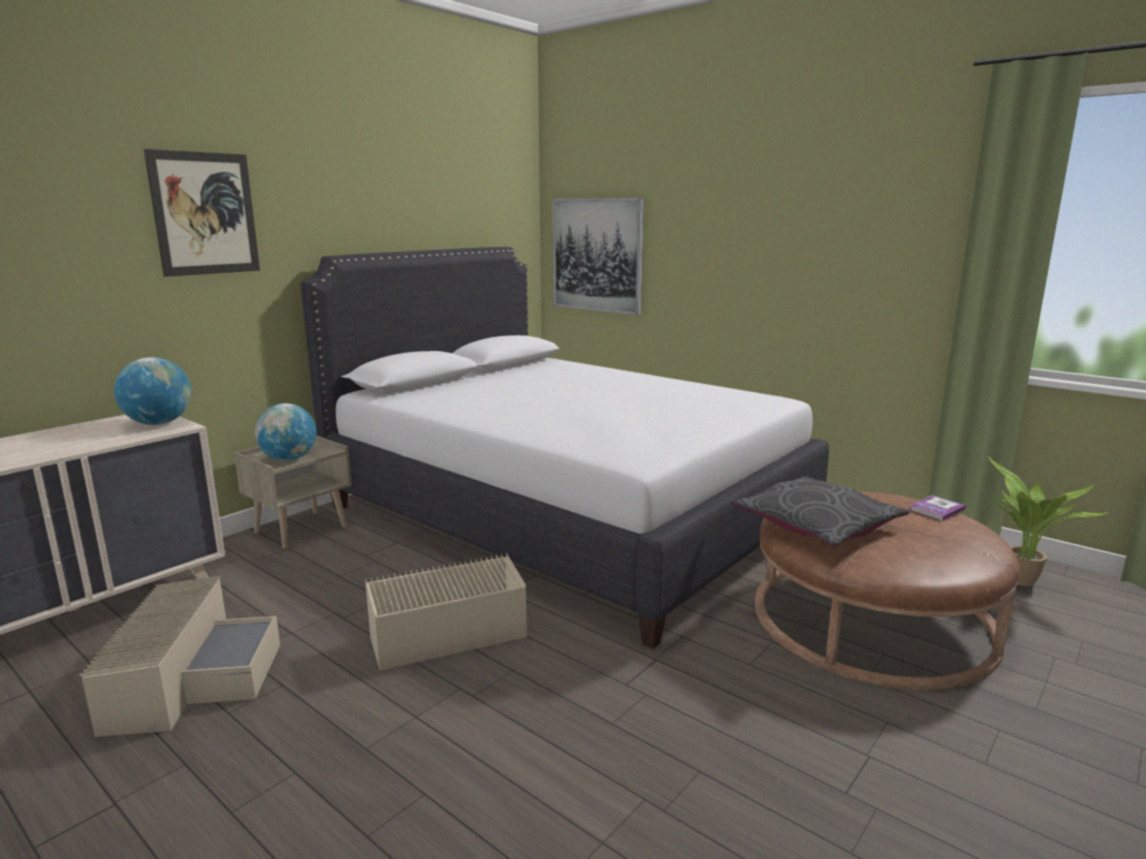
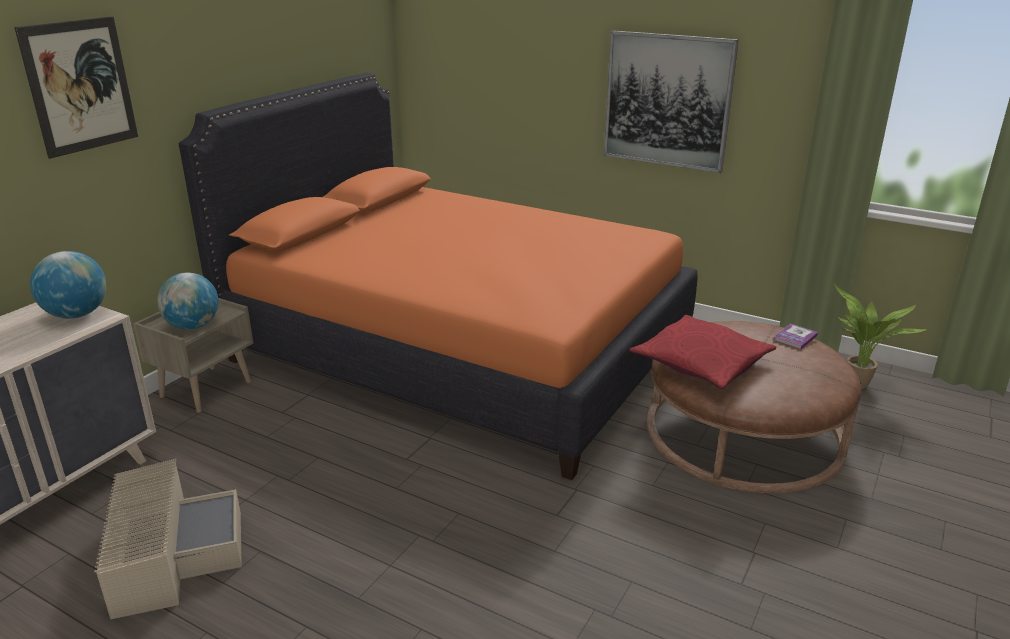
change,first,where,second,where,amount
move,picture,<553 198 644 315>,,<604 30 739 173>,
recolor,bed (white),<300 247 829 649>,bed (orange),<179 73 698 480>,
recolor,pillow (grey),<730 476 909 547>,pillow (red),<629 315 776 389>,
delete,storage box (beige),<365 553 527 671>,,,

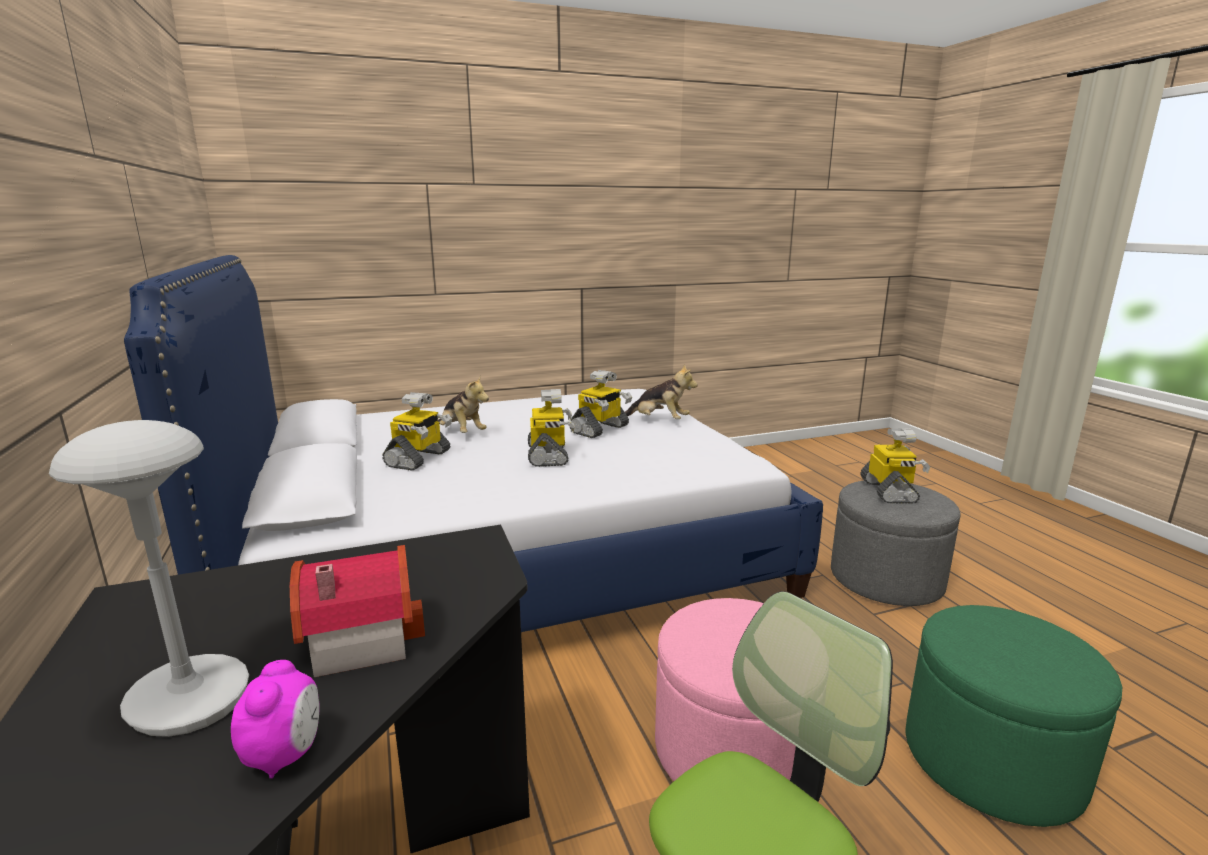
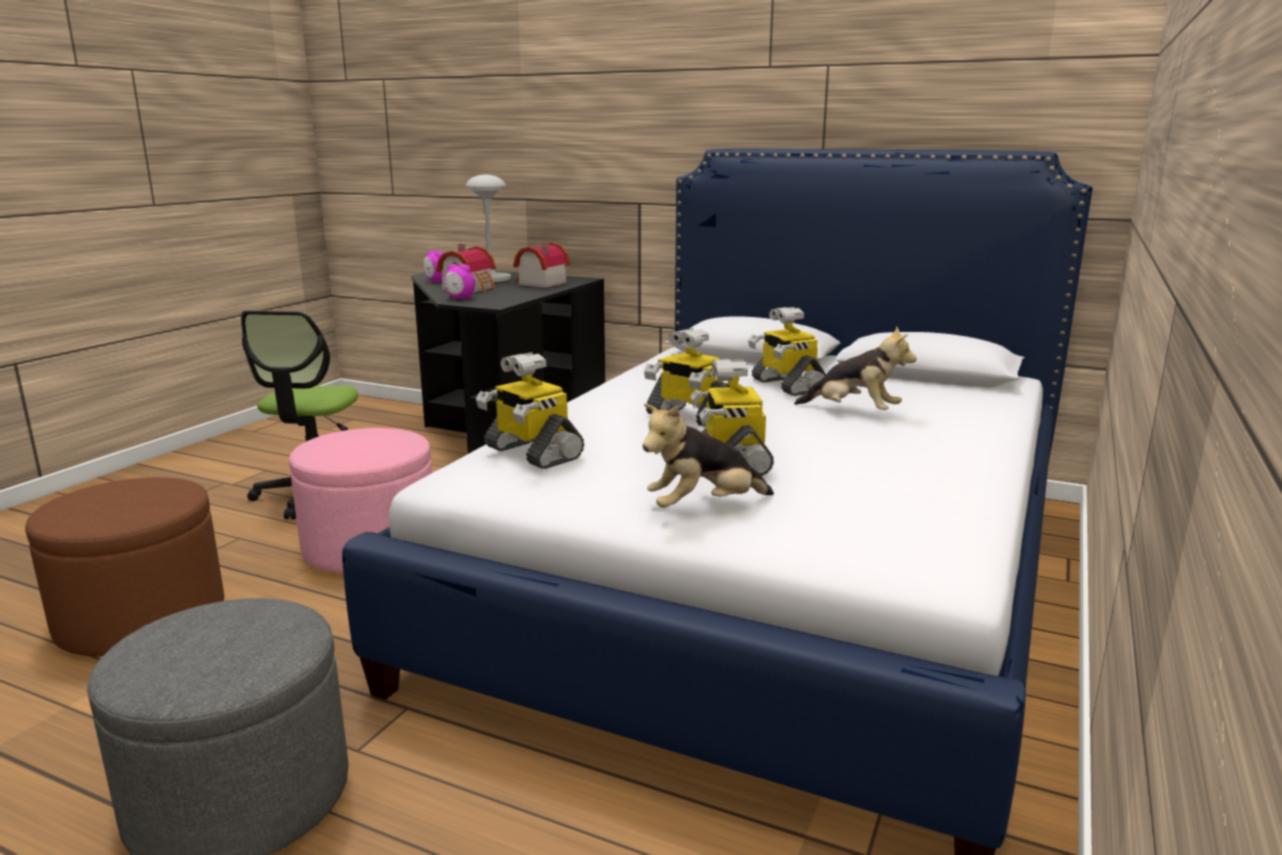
change,first,where,second,where,amount
rotate,plush toy,<438 375 489 433>,,<794 326 917 410>,150 degrees counterclockwise
move,toy robot,<860 428 930 504>,,<476 352 584 469>,
recolor,ottoman (green),<905 605 1122 827>,ottoman (brown),<25 477 224 656>,
insert,,,toy house,<513 243 570 288>,
insert,,,alarm clock,<444 264 475 299>,

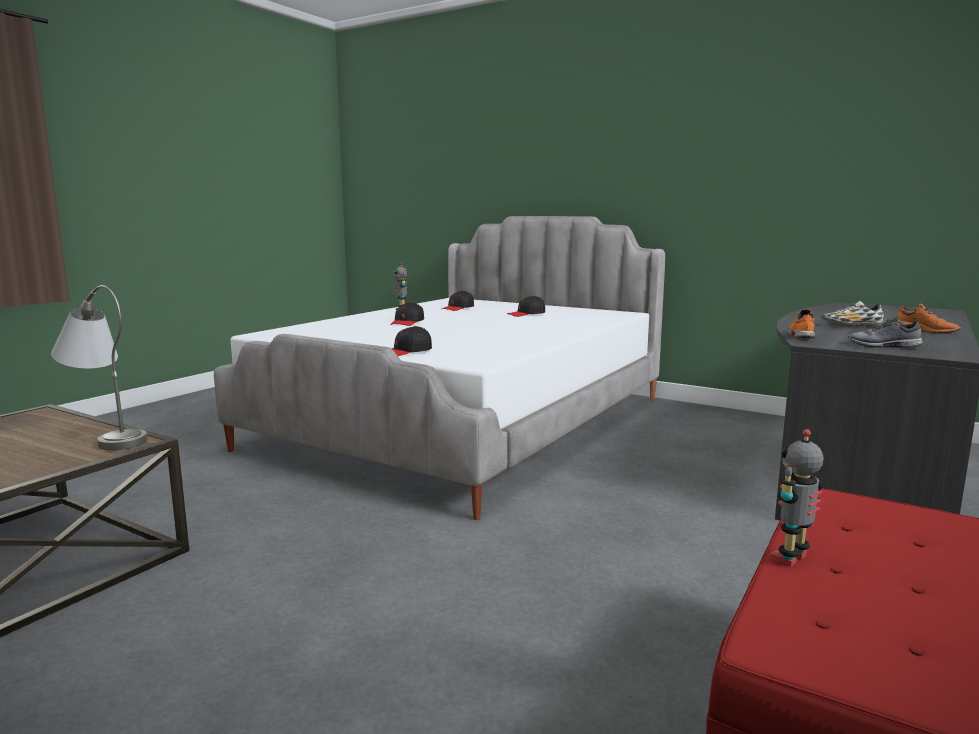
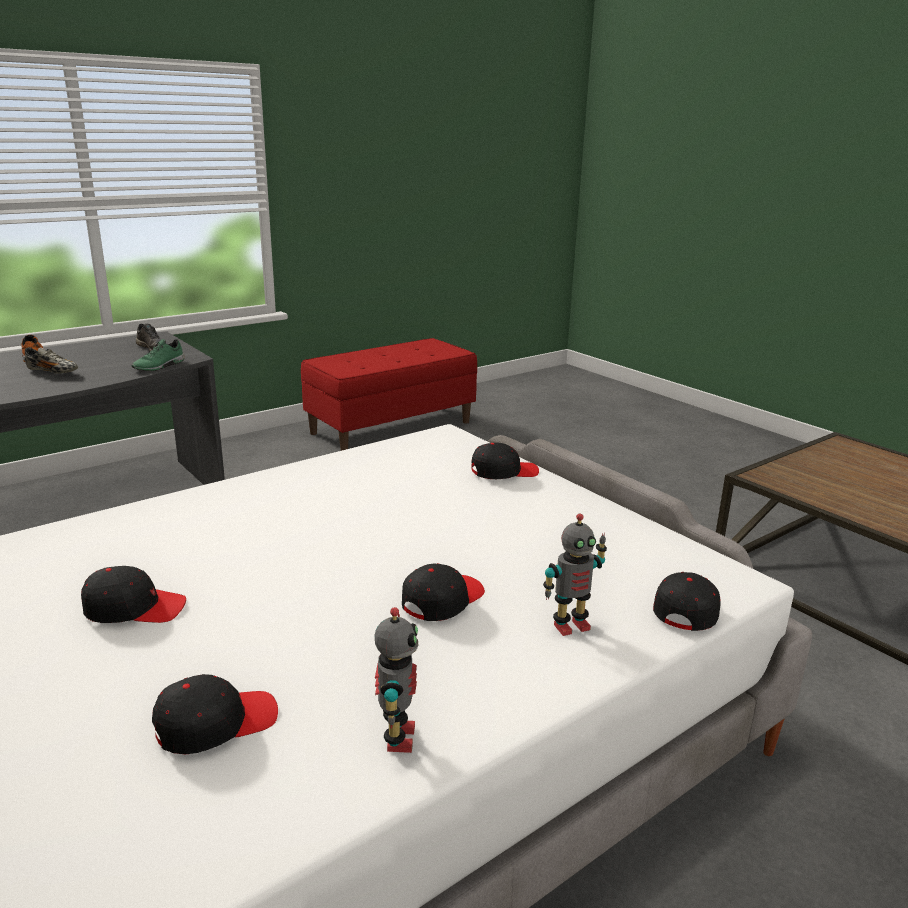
change,first,where,second,where,amount
delete,table lamp (grey),<51 285 147 450>,,,
recolor,shoe (orange),<788 309 815 338>,shoe (green),<132 339 185 371>,
move,toy robot,<770 429 824 567>,,<543 514 607 636>,
insert,,,cap (black),<653 572 721 631>,

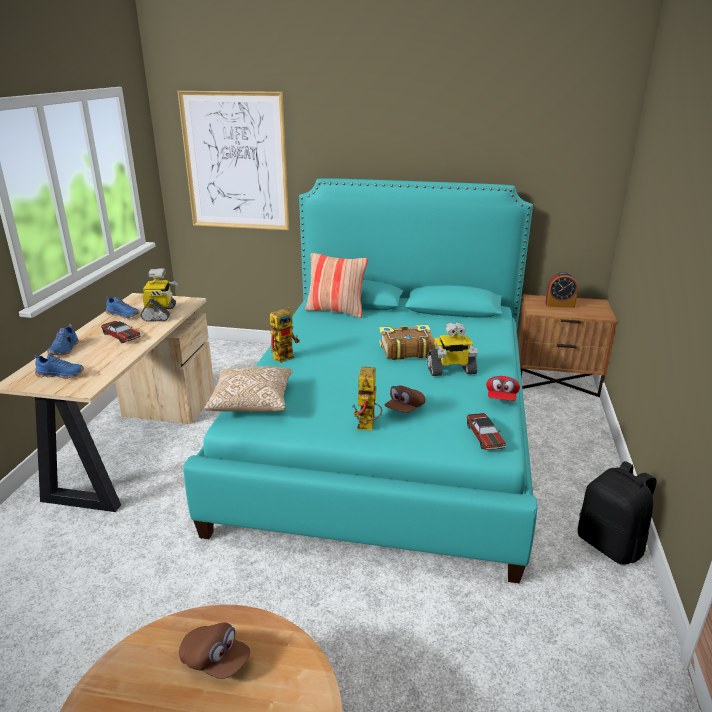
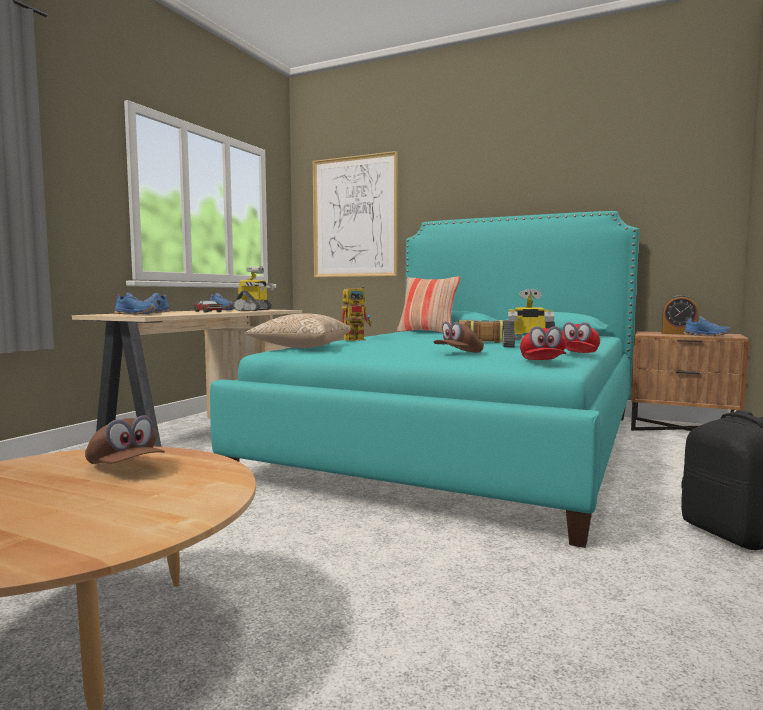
change,first,where,second,where,amount
delete,toy robot,<352 367 382 430>,,,
replace,toy car,<467 413 506 450>,cap (red),<520 326 566 360>,
insert,,,shoe (blue),<683 316 730 336>,

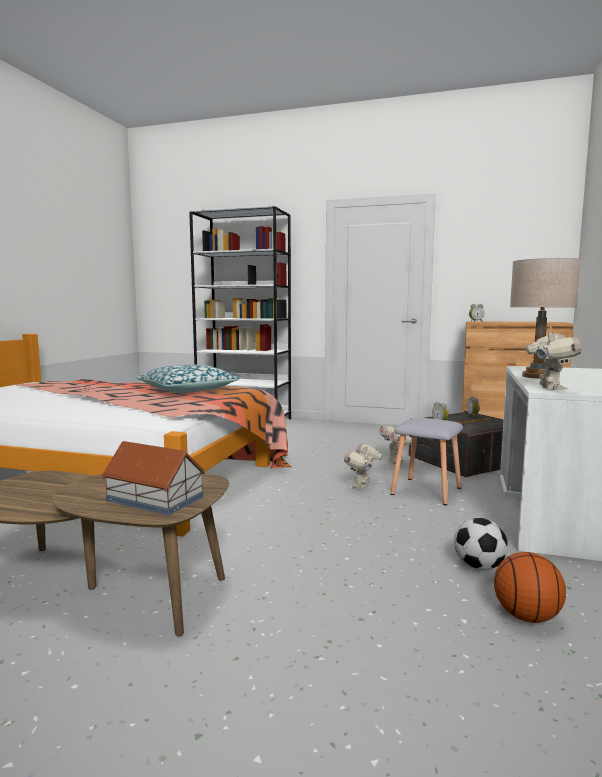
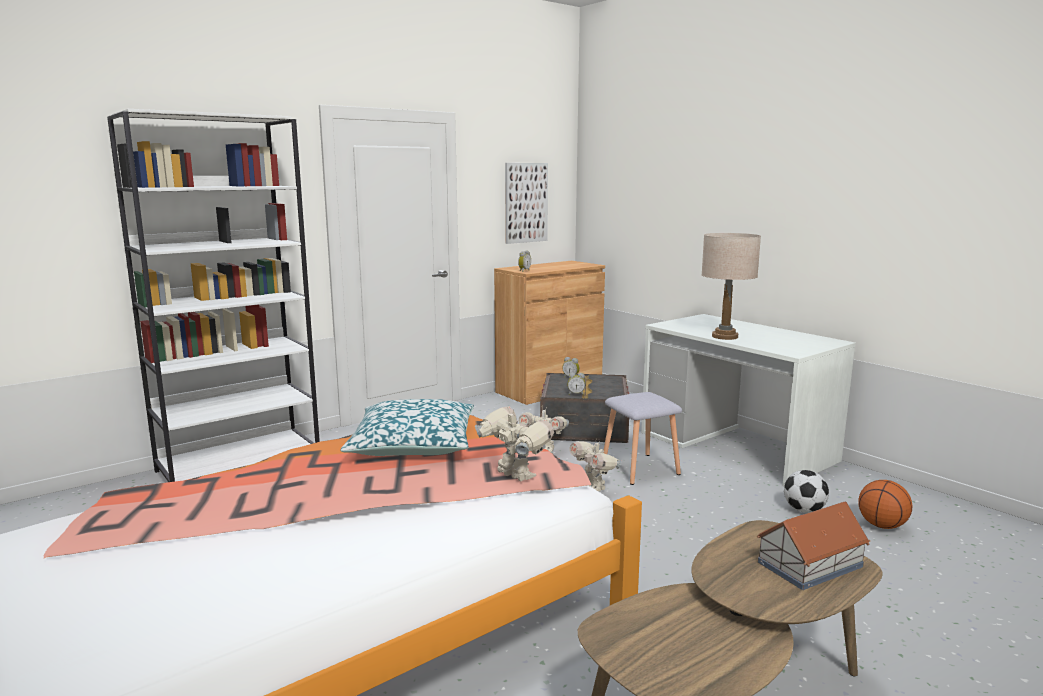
change,first,where,second,where,amount
move,toy robot,<526 328 581 390>,,<475 406 554 481>,
insert,,,picture,<505 163 548 244>,

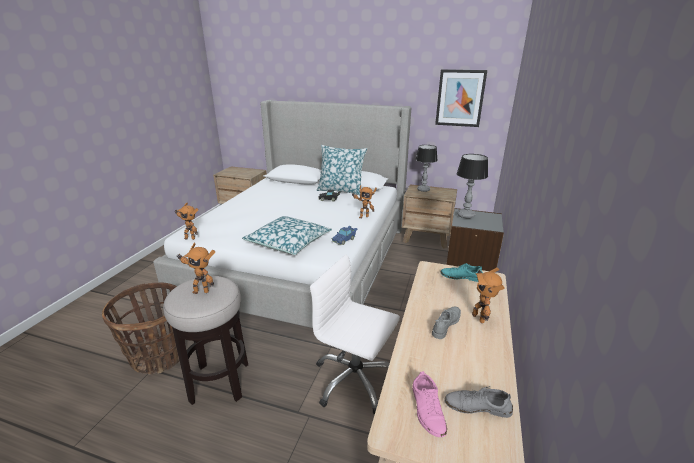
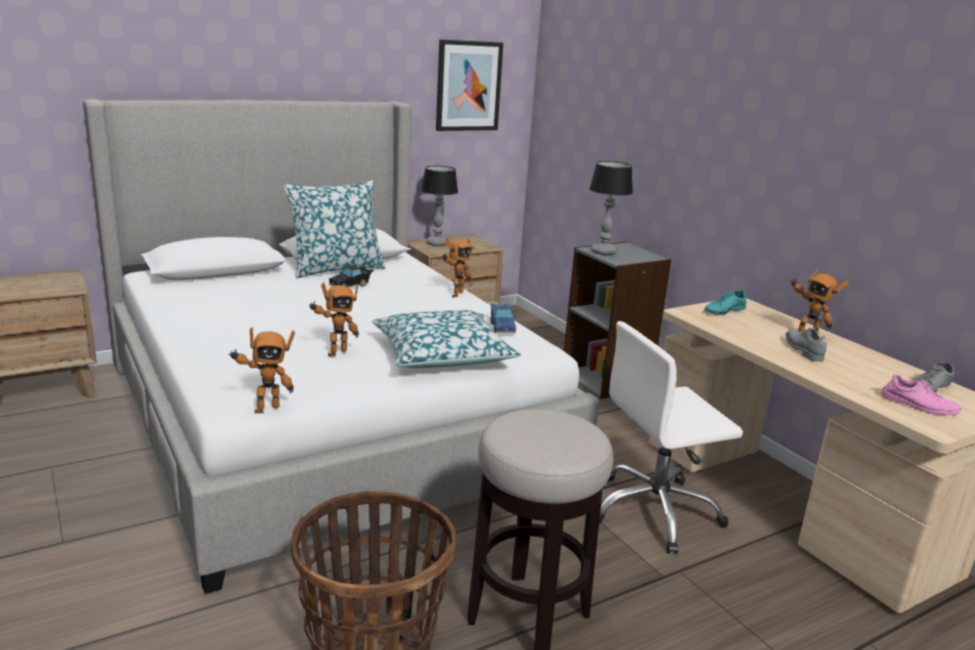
change,first,where,second,where,amount
move,toy robot,<177 243 215 294>,,<309 283 359 357>,

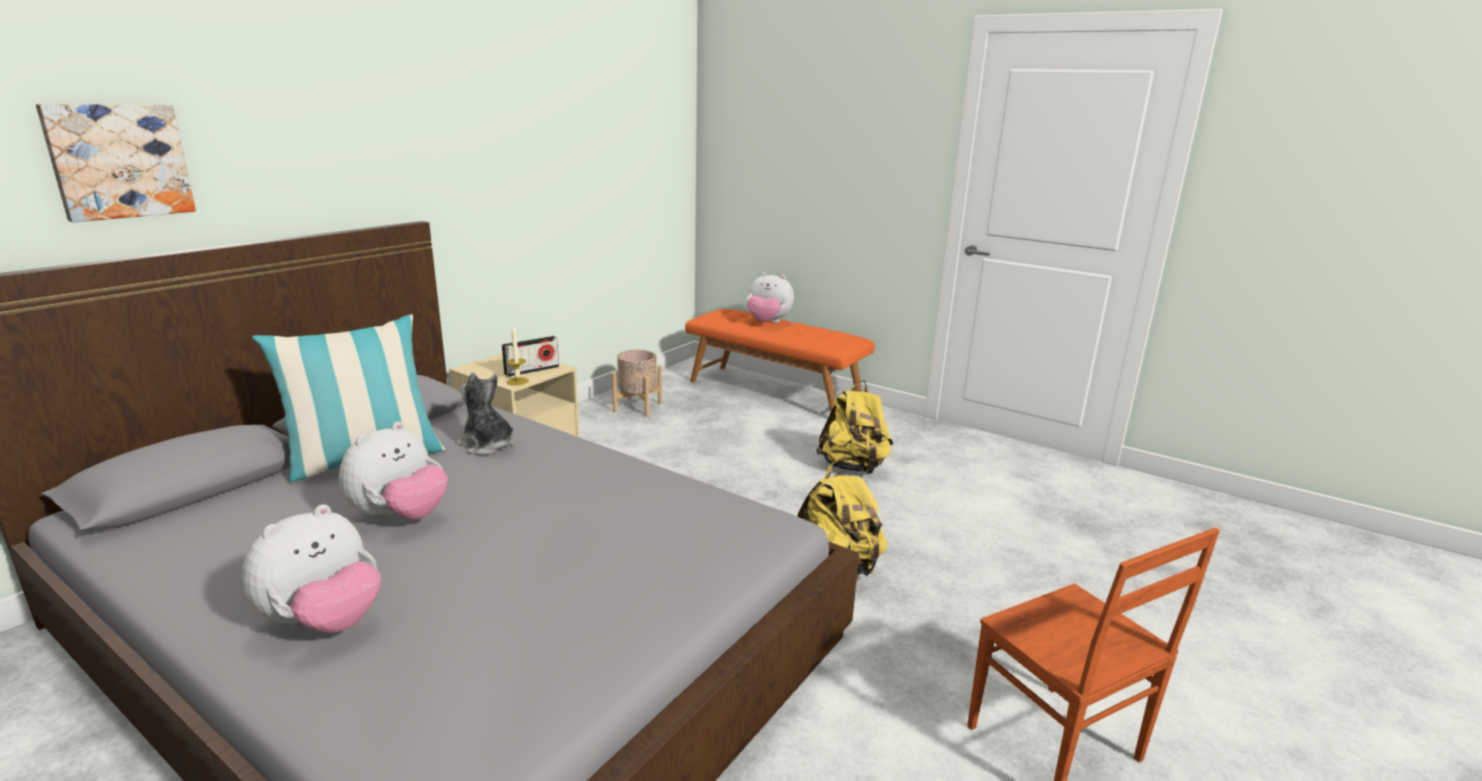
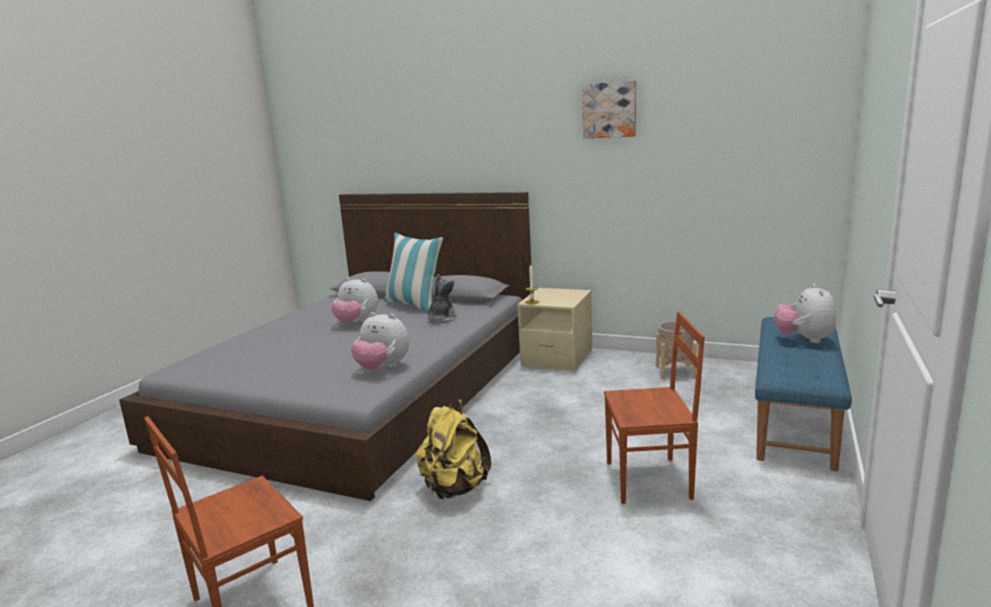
change,first,where,second,where,amount
move,picture,<36 104 196 222>,,<582 80 636 139>,
recolor,bench (orange),<685 309 875 412>,bench (blue),<755 317 852 471>,
delete,radio,<502 336 559 377>,,,
replace,backpack (yellow),<816 380 893 474>,chair (brown),<604 311 705 504>,
move,plush toy,<242 504 381 633>,,<351 312 409 370>,

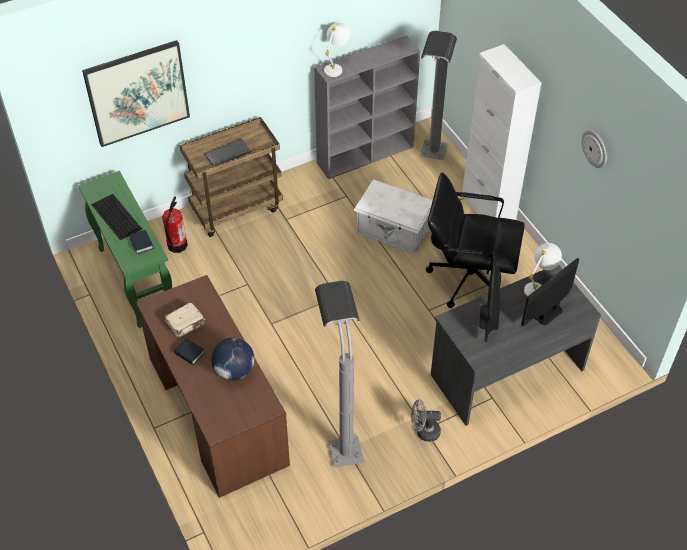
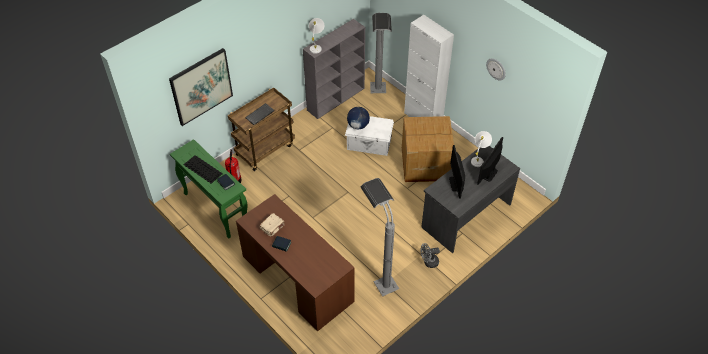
change,first,where,second,where,amount
replace,office chair (black),<426 173 525 308>,cardboard box,<402 116 454 182>,
move,globe,<211 338 254 381>,,<347 107 370 129>,

